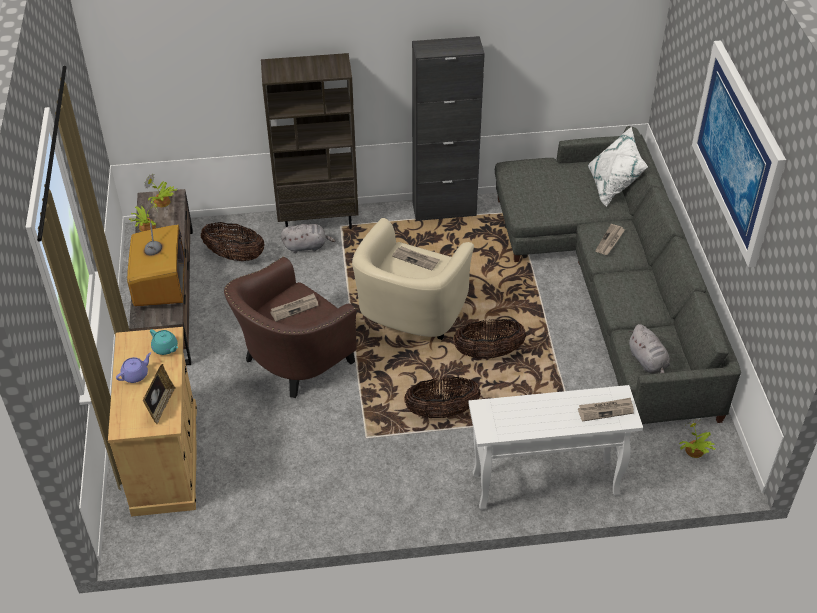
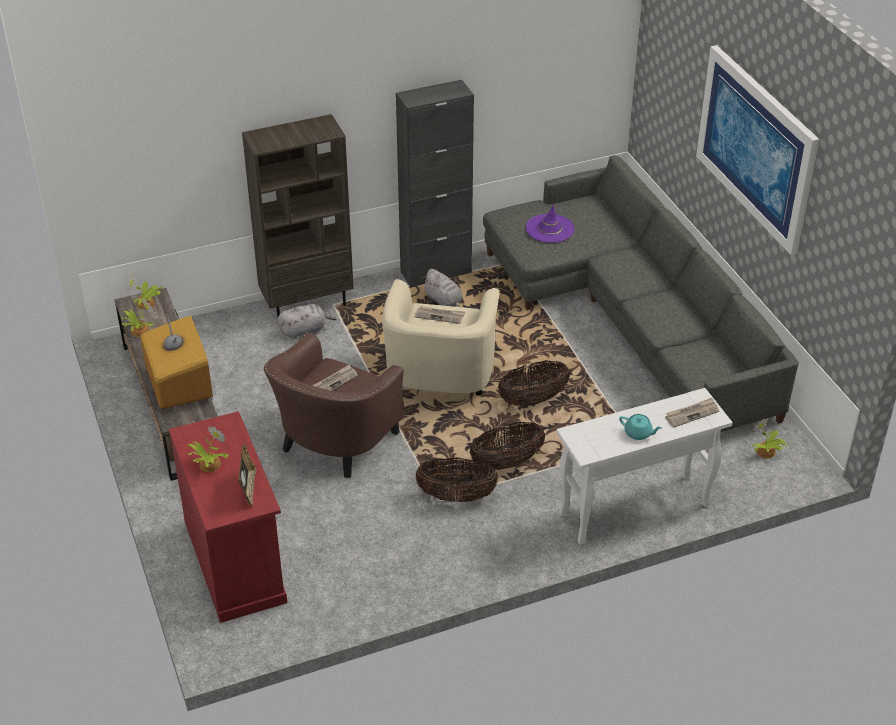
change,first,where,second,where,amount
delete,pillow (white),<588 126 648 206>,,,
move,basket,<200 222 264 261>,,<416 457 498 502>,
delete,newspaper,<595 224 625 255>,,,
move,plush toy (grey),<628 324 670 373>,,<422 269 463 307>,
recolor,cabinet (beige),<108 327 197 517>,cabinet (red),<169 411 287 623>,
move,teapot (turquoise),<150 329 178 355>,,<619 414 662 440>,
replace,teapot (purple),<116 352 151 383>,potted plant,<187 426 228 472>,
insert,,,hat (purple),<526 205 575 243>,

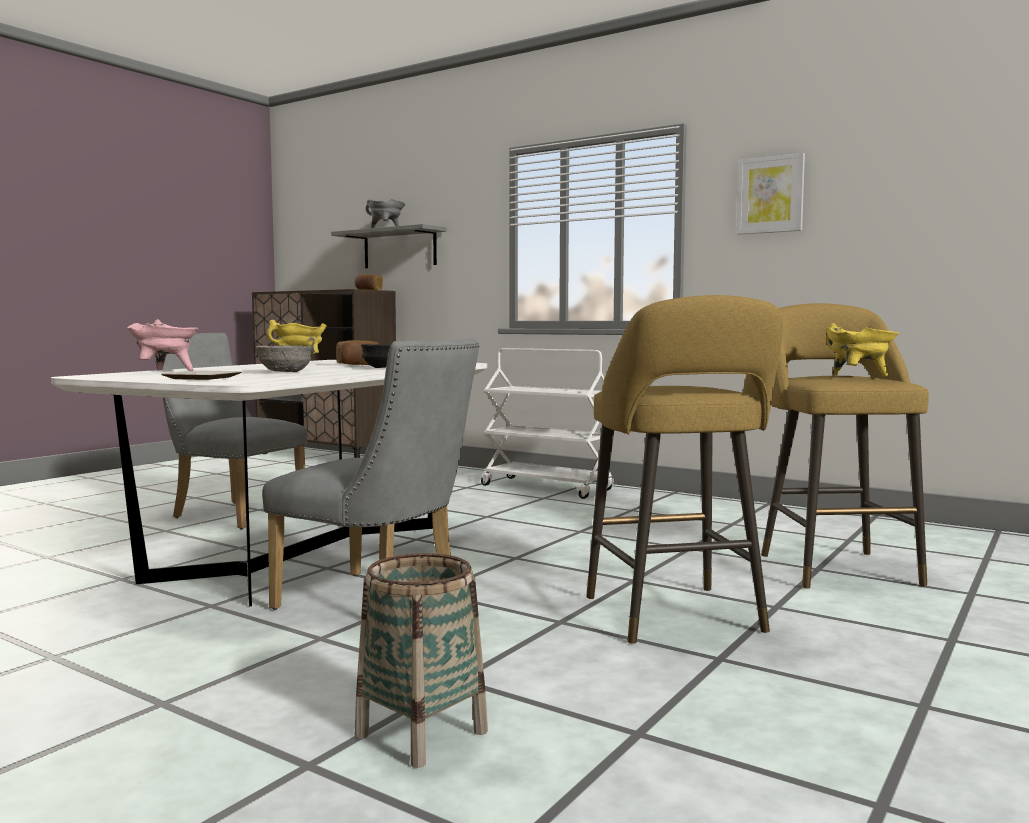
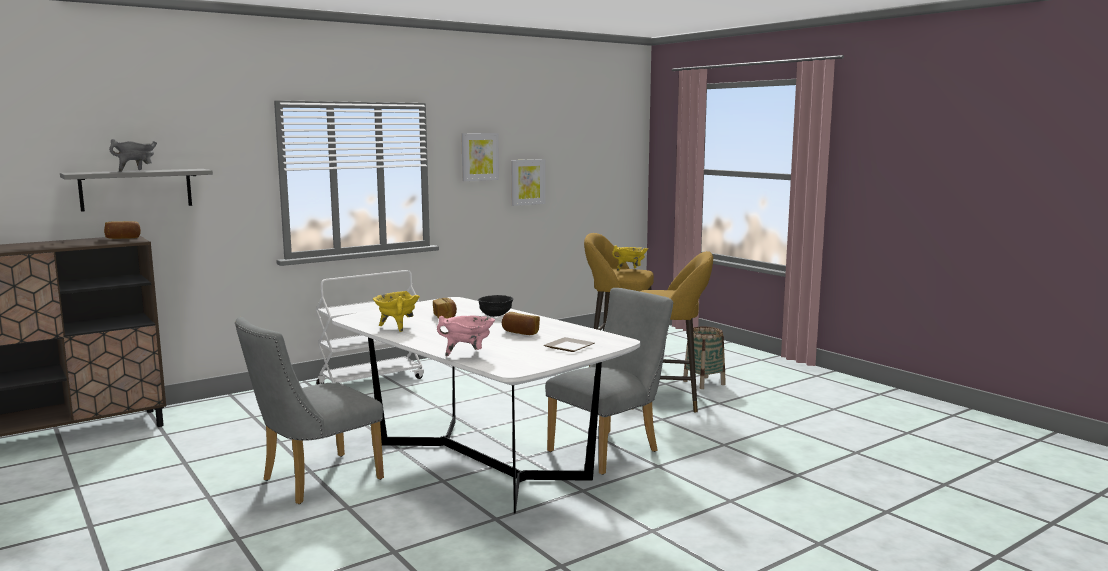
change,first,where,second,where,amount
replace,bowl (grey),<256 345 313 372>,bread,<502 312 540 335>,
move,basket,<355 553 488 768>,,<683 326 726 389>,
insert,,,picture,<511 159 545 206>,

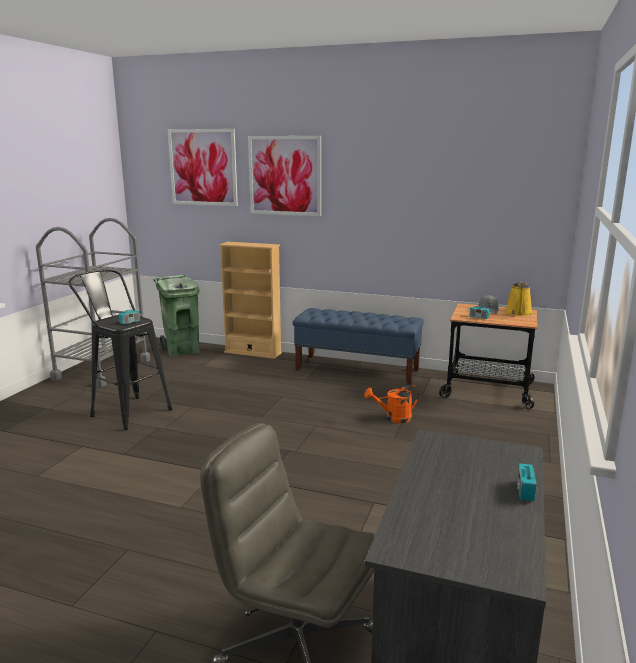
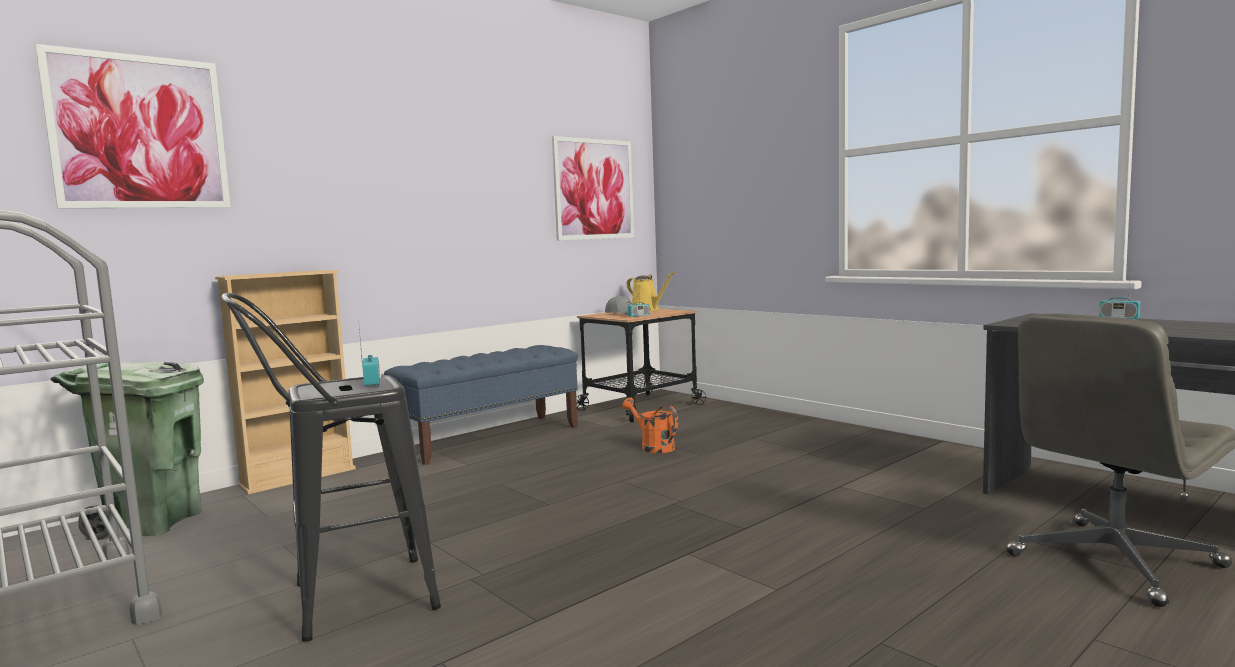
change,first,where,second,where,amount
move,picture,<248 136 321 216>,,<552 136 634 240>,
rotate,watering can (orange),<364 385 419 423>,,<622 397 678 453>,120 degrees clockwise

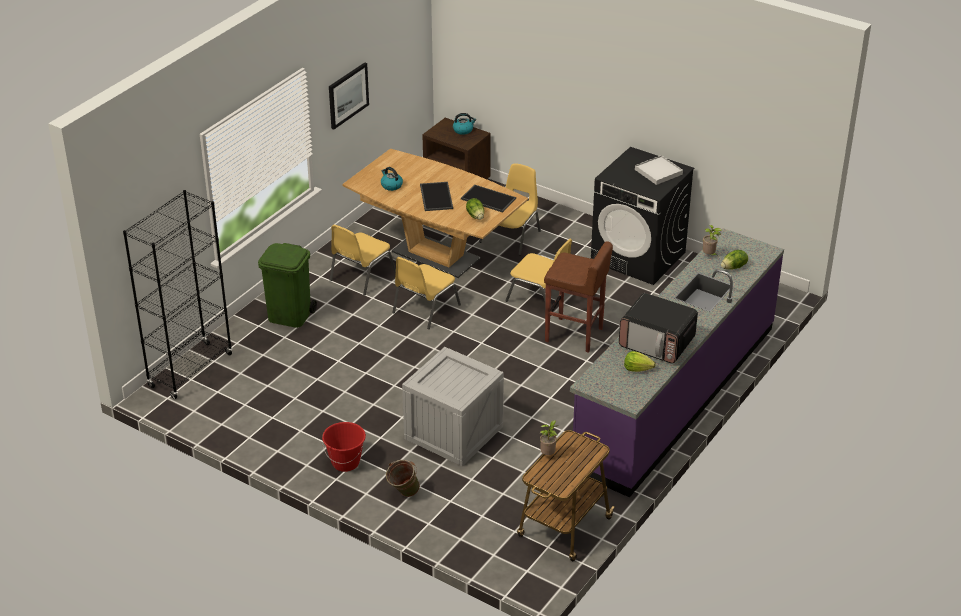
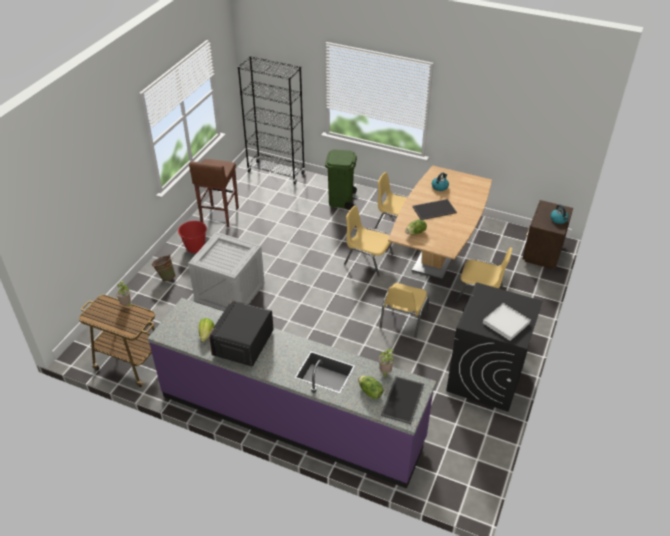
change,first,where,second,where,amount
delete,picture,<329 62 369 130>,,,
move,tray,<461 185 516 213>,,<381 376 424 424>,
move,stool (brown),<544 241 613 353>,,<189 159 239 228>,

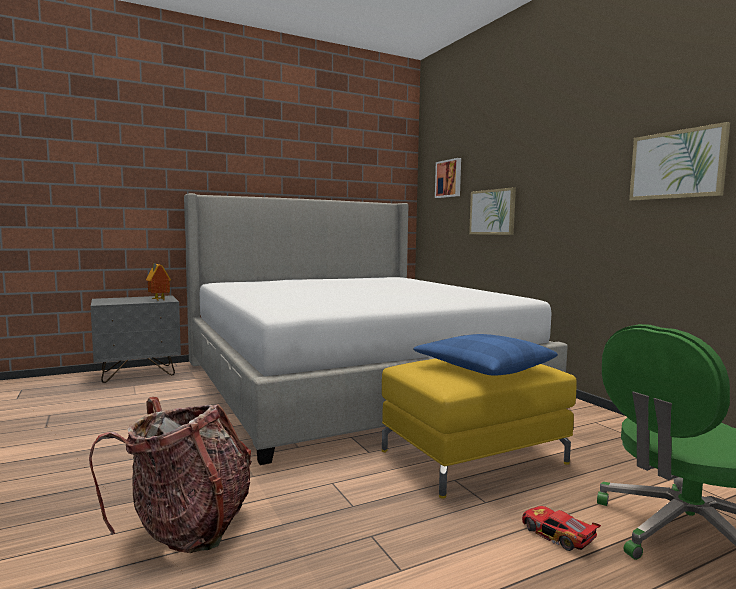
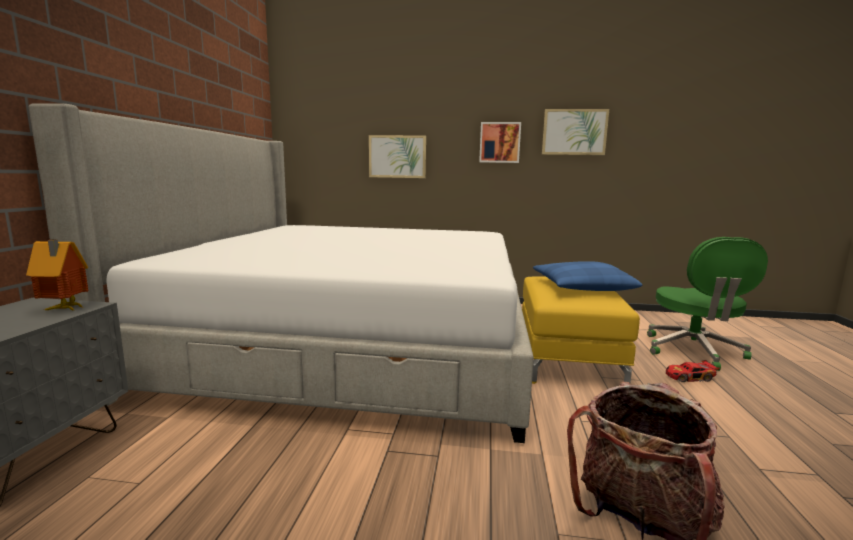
change,first,where,second,where,amount
move,picture,<435 158 461 198>,,<479 122 521 163>,

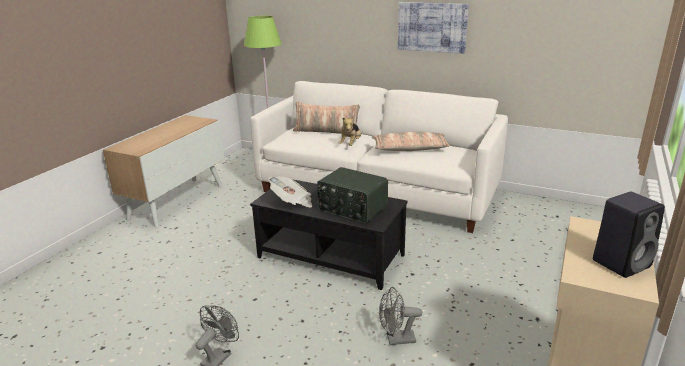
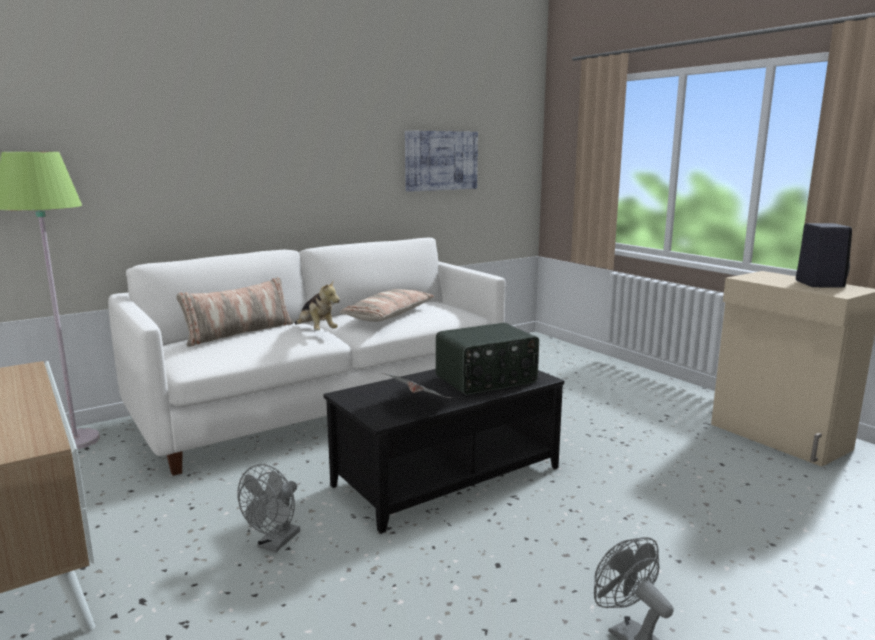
change,first,where,second,where,amount
move,picture,<398 2 469 54>,,<405 131 478 192>,
move,fan (grey),<379 287 422 345>,,<237 464 300 553>,

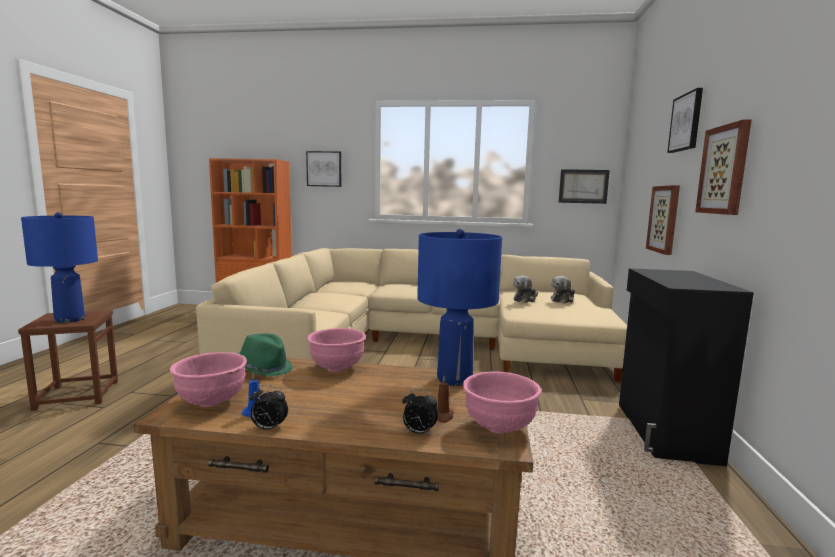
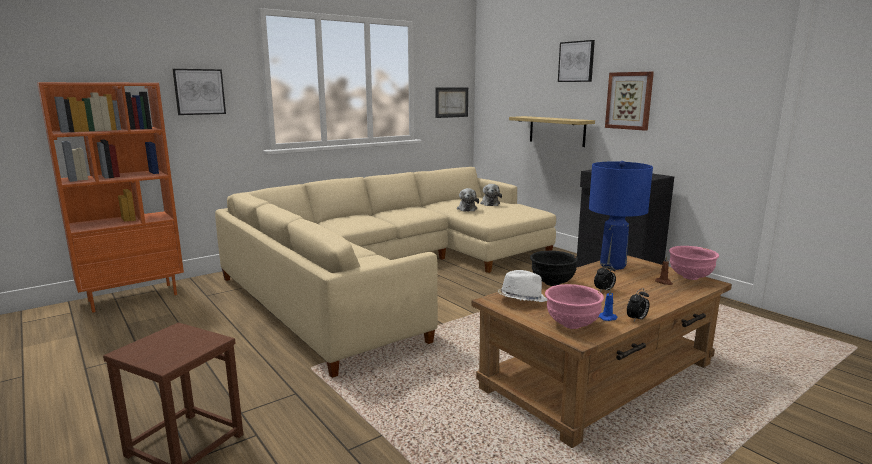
change,first,where,second,where,amount
replace,picture,<646 185 680 255>,shelf,<509 116 595 147>,
delete,table lamp (blue),<21 212 98 323>,,,
recolor,bowl (pink),<307 328 366 372>,bowl (black),<530 251 578 286>,
recolor,hat (green),<237 334 293 377>,hat (white),<498 270 547 302>,
move,alarm clock,<402 389 438 435>,,<594 263 616 292>,

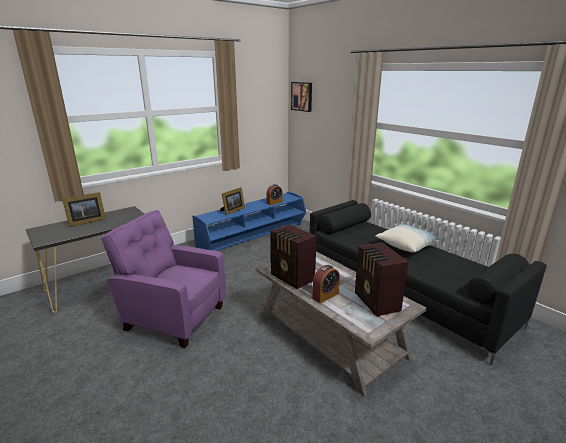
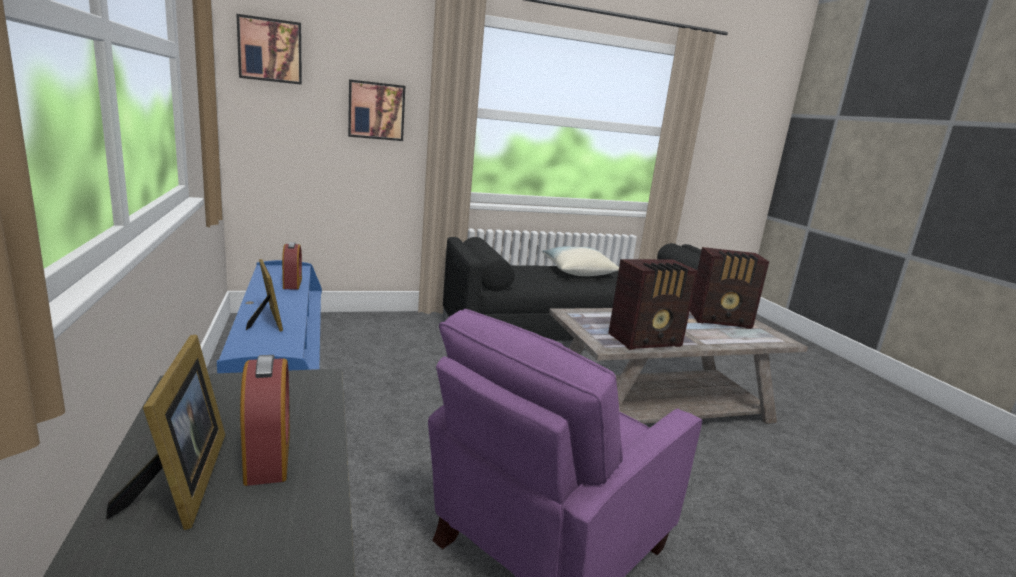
change,first,where,second,where,amount
move,alarm clock,<312 265 340 303>,,<240 355 290 486>,
insert,,,picture,<348 79 405 141>,

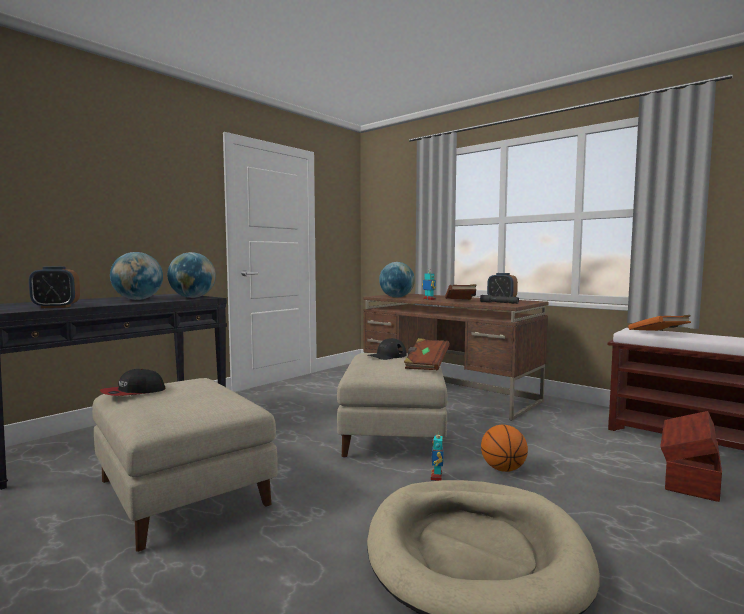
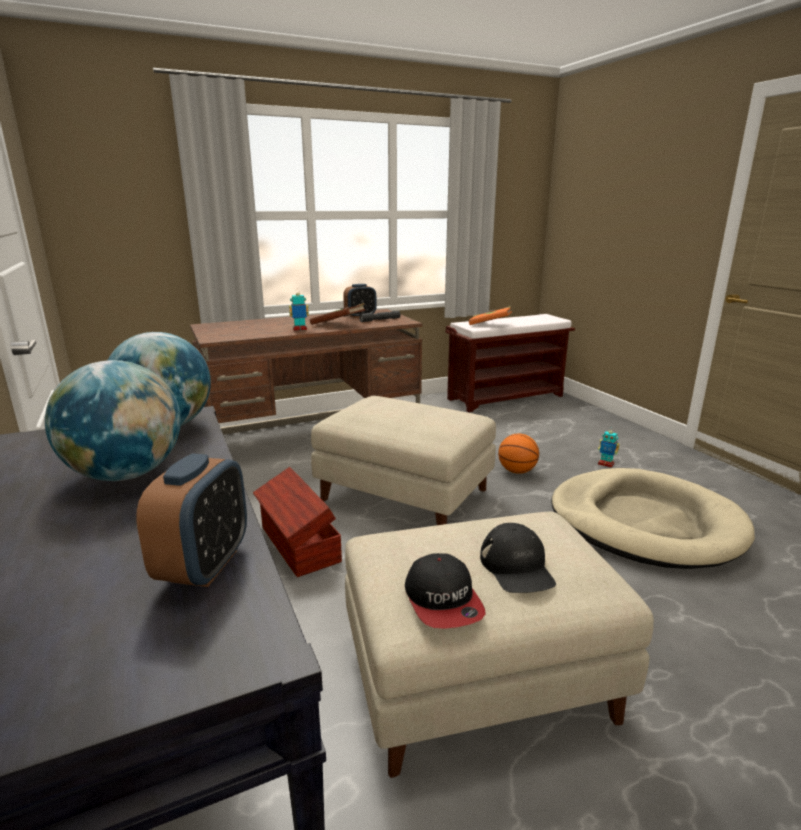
change,first,where,second,where,amount
delete,globe,<379 262 415 298>,,,
move,cap (black),<367 338 406 360>,,<480 523 556 593>,
delete,book (brown),<404 338 450 370>,,,
move,storage box (brown),<660 411 722 502>,,<253 467 342 577>,
move,toy robot,<431 435 444 481>,,<598 429 620 468>,

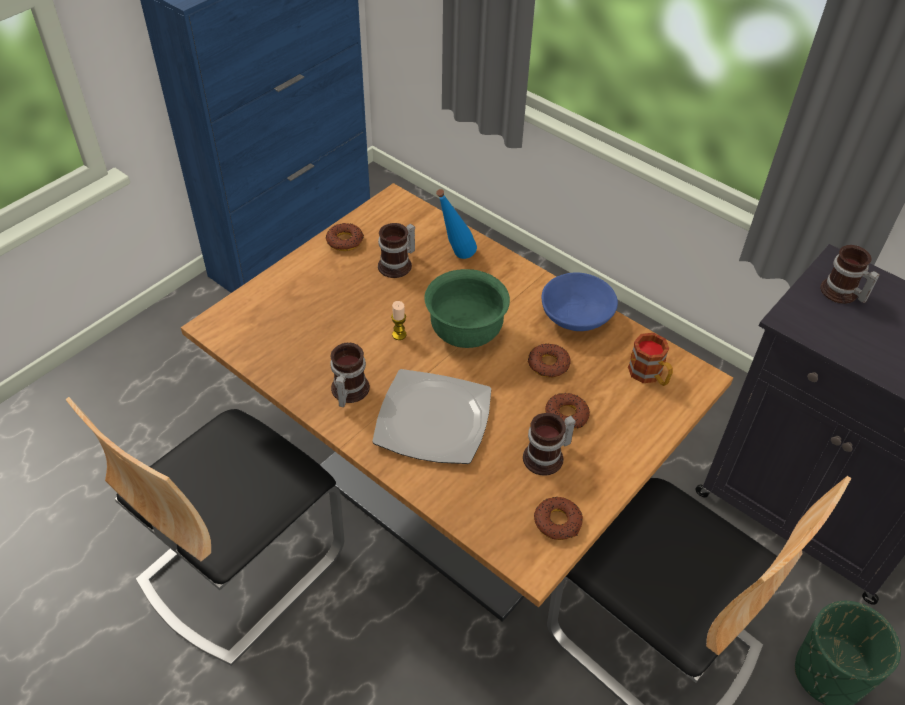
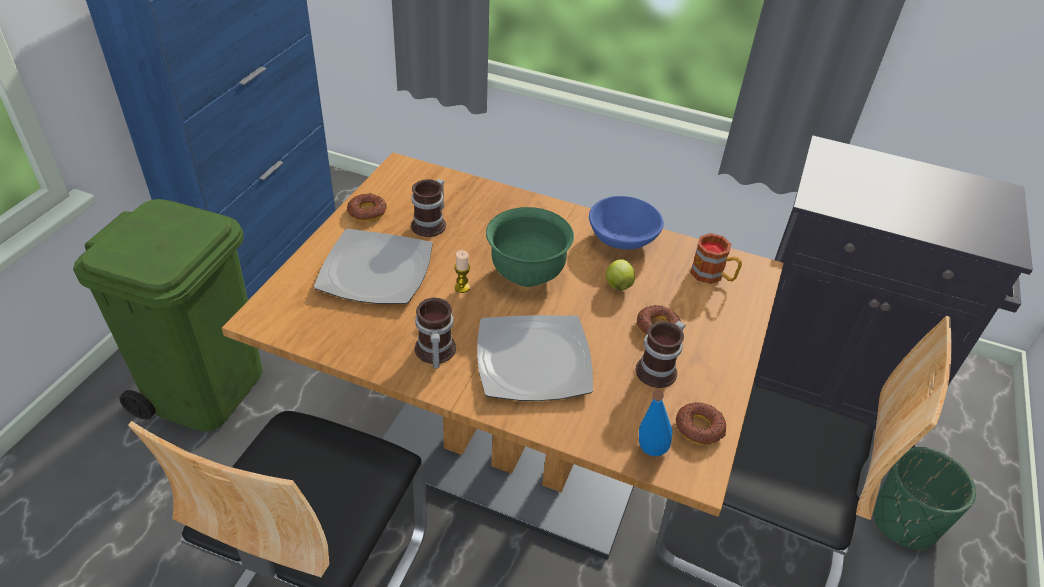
change,first,where,second,where,amount
move,bottle (blue),<436 189 477 259>,,<639 390 672 456>,
delete,mug,<820 245 880 304>,,,
replace,donut,<528 343 571 377>,apple,<606 259 635 291>,
insert,,,trash can (green),<73 199 263 432>,
insert,,,plate,<314 229 433 304>,

